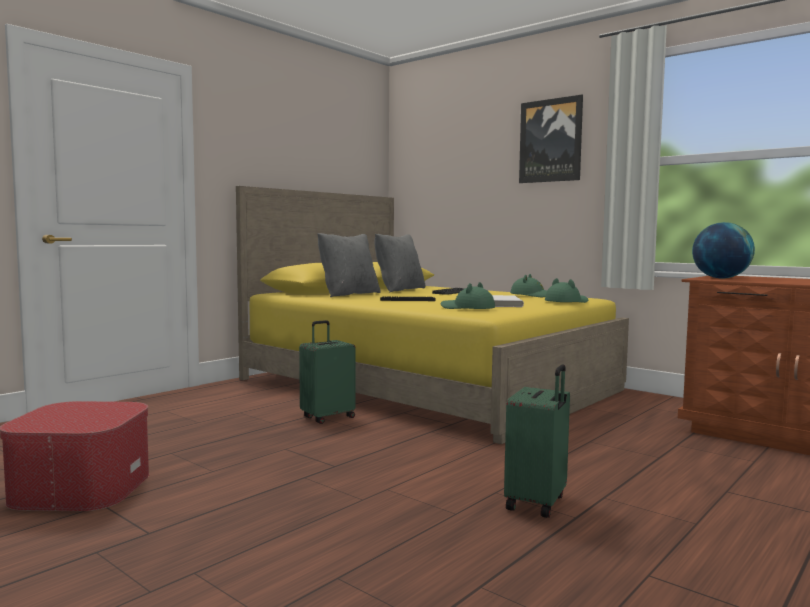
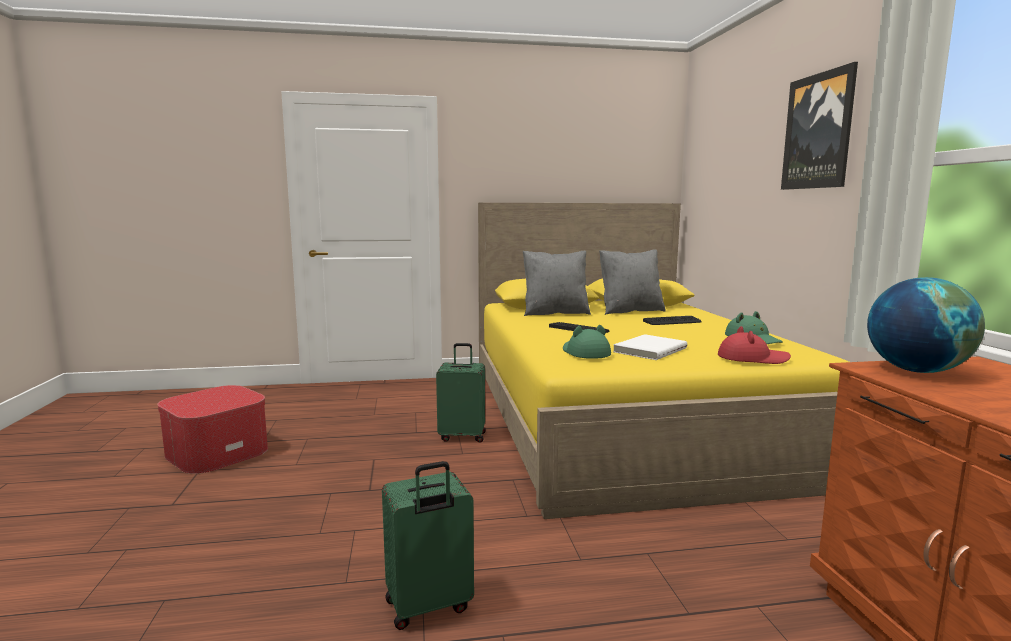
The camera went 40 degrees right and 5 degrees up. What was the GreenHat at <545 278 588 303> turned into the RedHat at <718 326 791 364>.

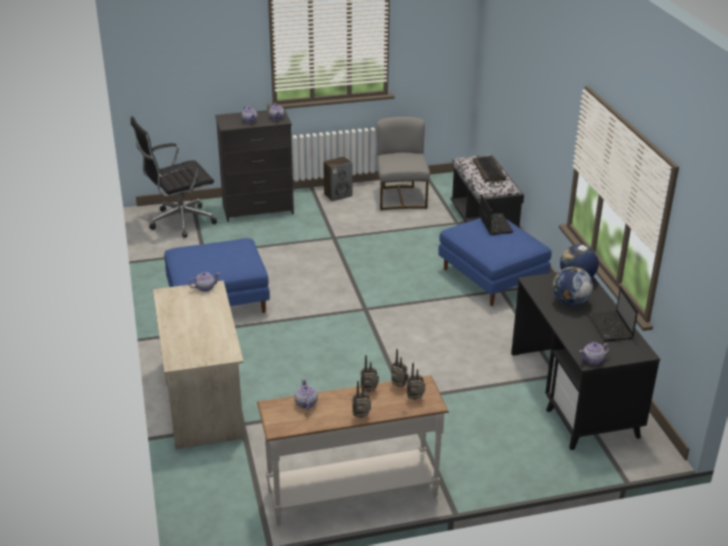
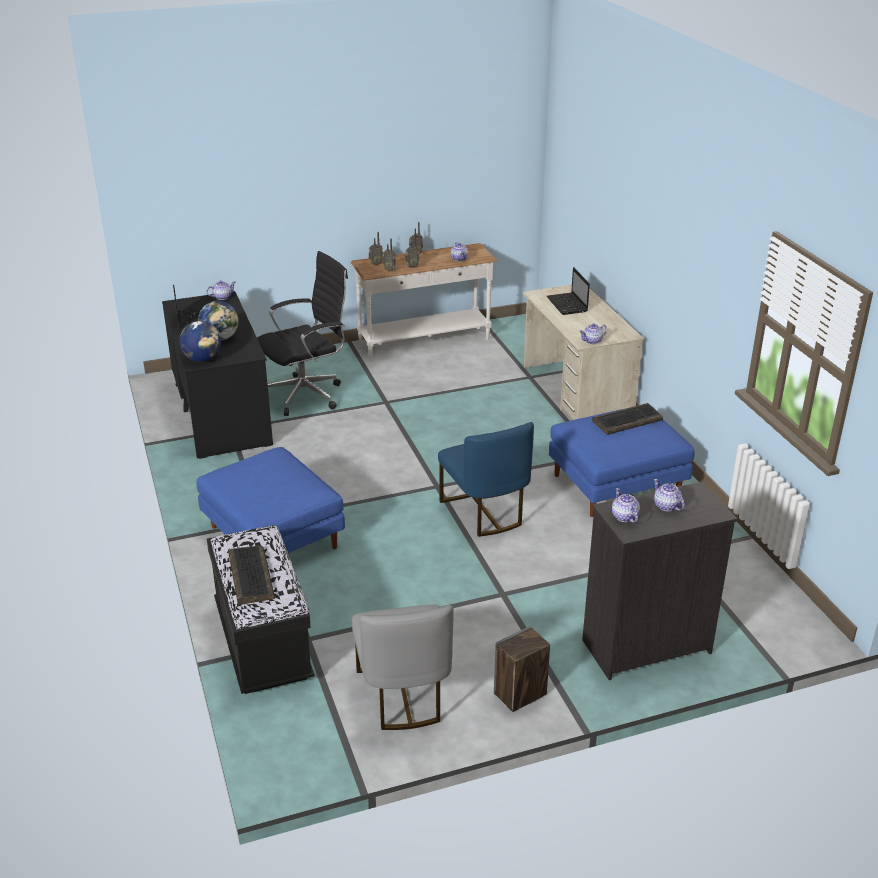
The camera went 175 degrees right and 0 degrees up. The second view gained the BlueChair at <438 422 534 537>. The second view gained the Keyboard at <592 403 663 435>. The BlackOfficeChair ended up elsewhere, having gone from <131 116 217 238> to <257 251 348 416>. The Laptop ended up elsewhere, having gone from <479 194 514 235> to <547 267 590 315>.

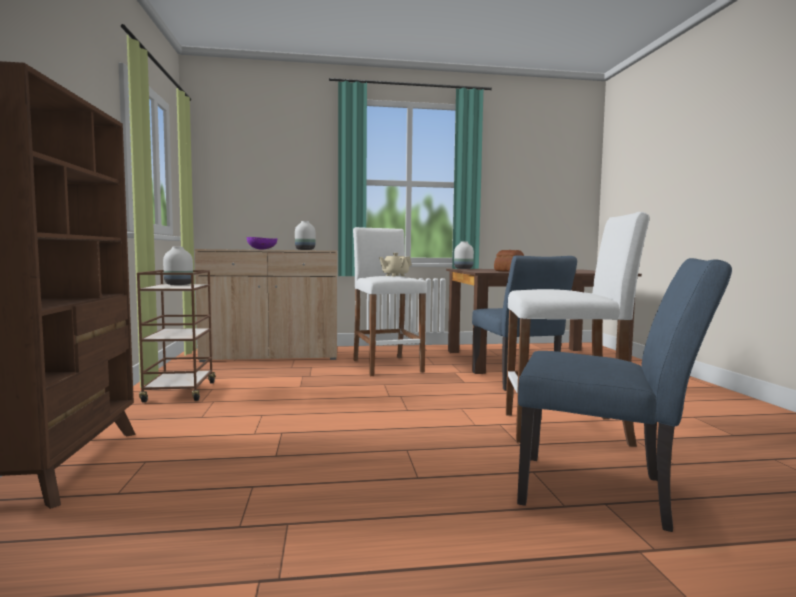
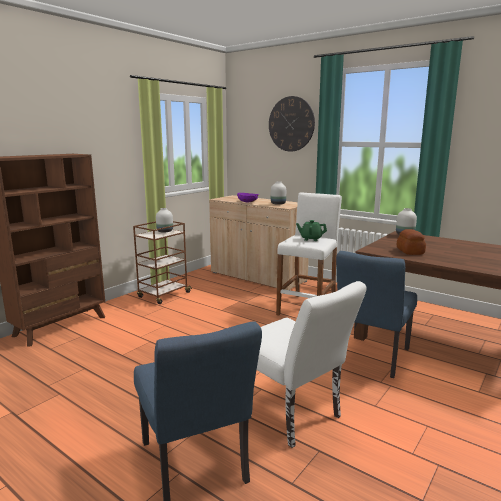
The camera went 45 degrees right and 10 degrees up. The second view gained the WallClock at <269 96 315 152>. Where the WhiteStool stood at <506 212 649 447>, the WhiteChair came to stand at <257 281 367 448>. What was the BeigeTeapot at <379 253 412 276> turned into the GreenTeapot at <296 220 327 241>.

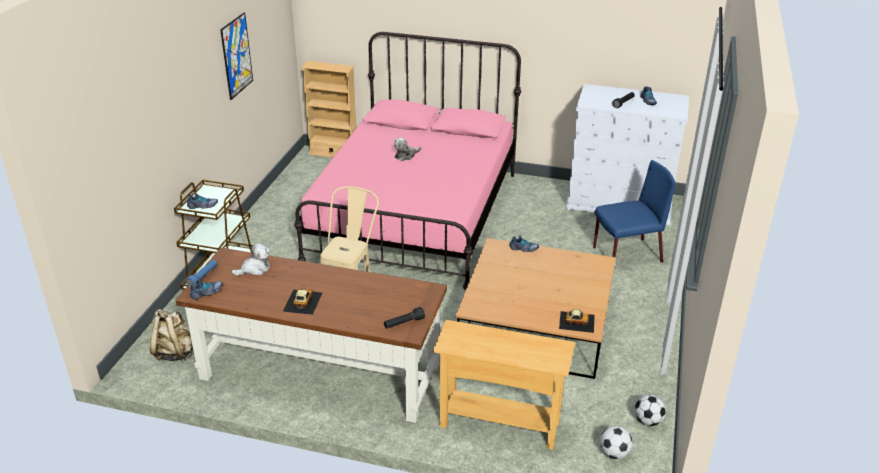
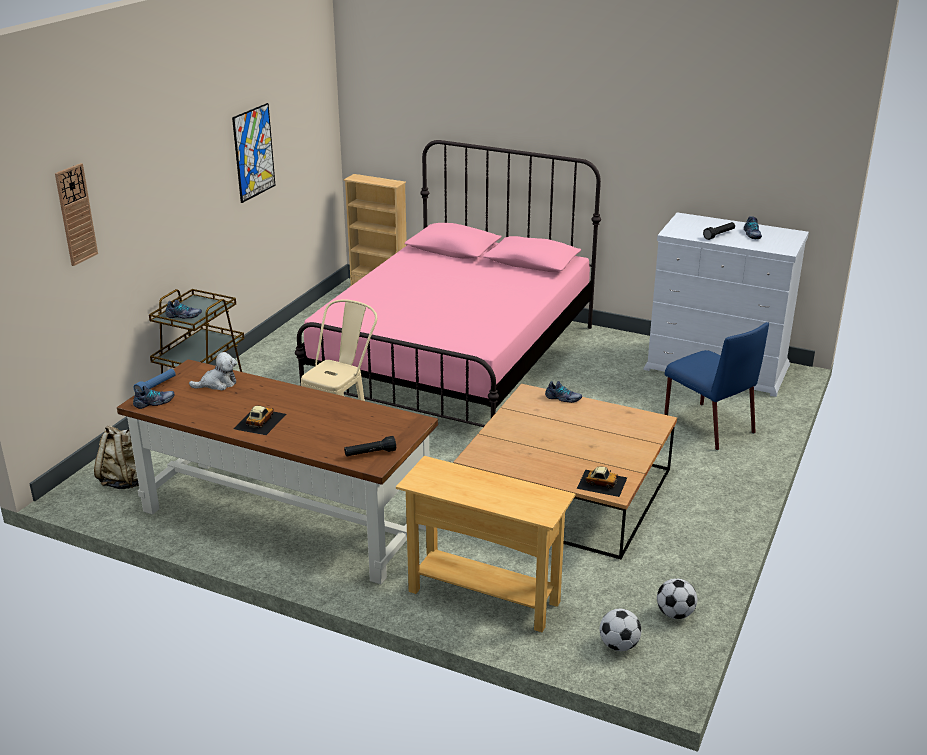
The camera went 10 degrees right and 5 degrees down. The second view lost the PlushToy at <394 138 421 161>. The second view gained the WallClock at <55 163 98 266>. The BlueChair at <593 160 675 263> ended up facing another way, 60 degrees clockwise from before.

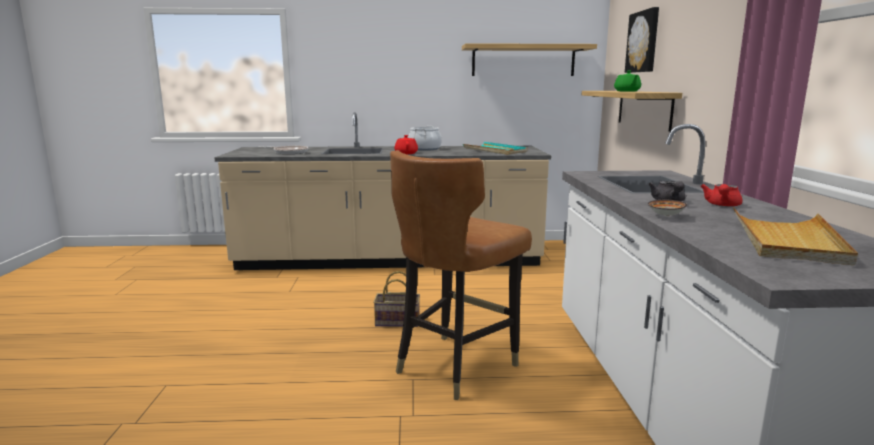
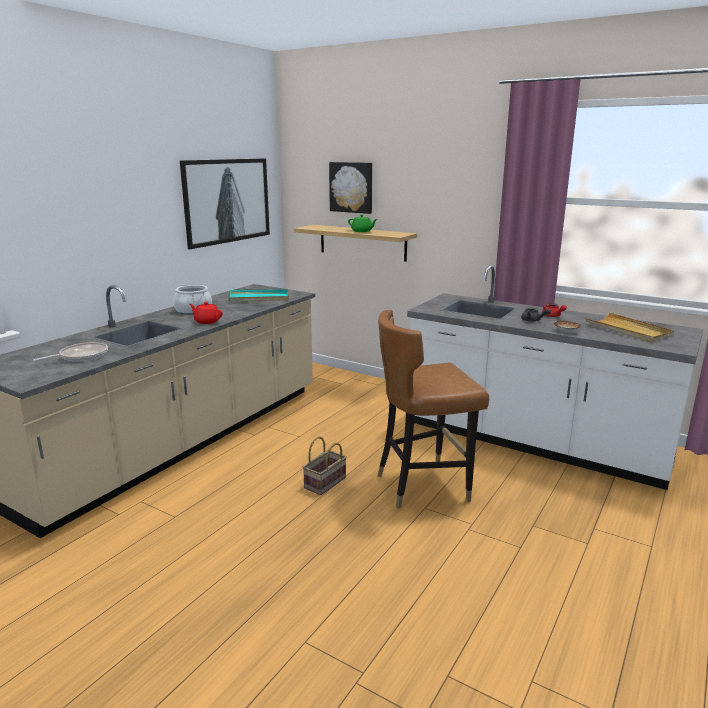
The camera went 55 degrees left and 5 degrees up. Where the Shelf hung at <462 43 597 76>, the Picture came to hang at <180 158 270 249>. The BrownChair at <390 150 532 400> ended up facing another way, 90 degrees clockwise from before.

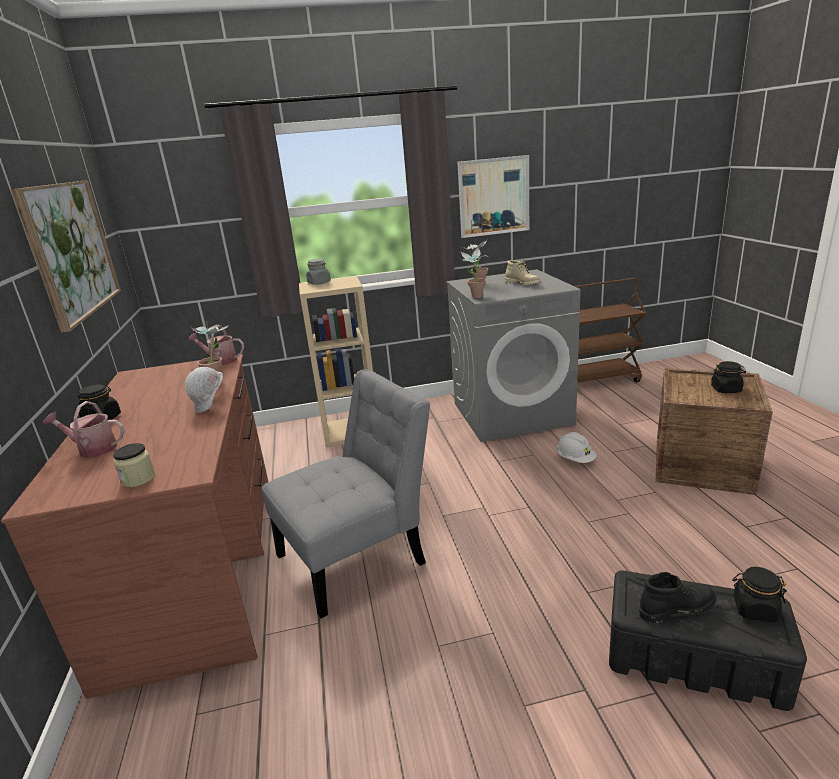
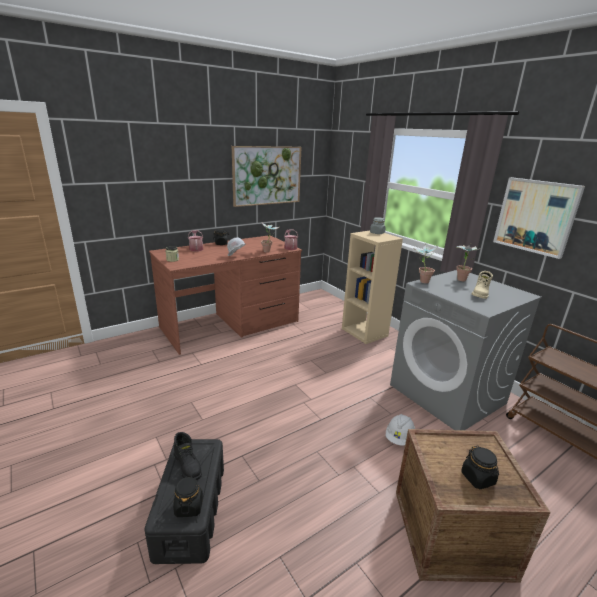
The camera went 65 degrees right and 0 degrees up. The second view lost the GreyChair at <262 369 430 618>.

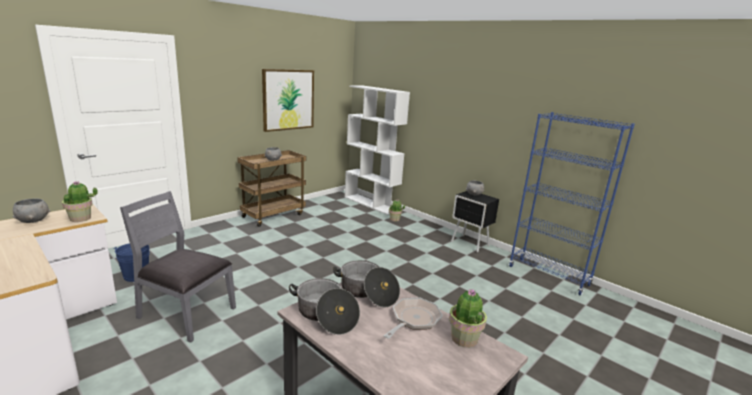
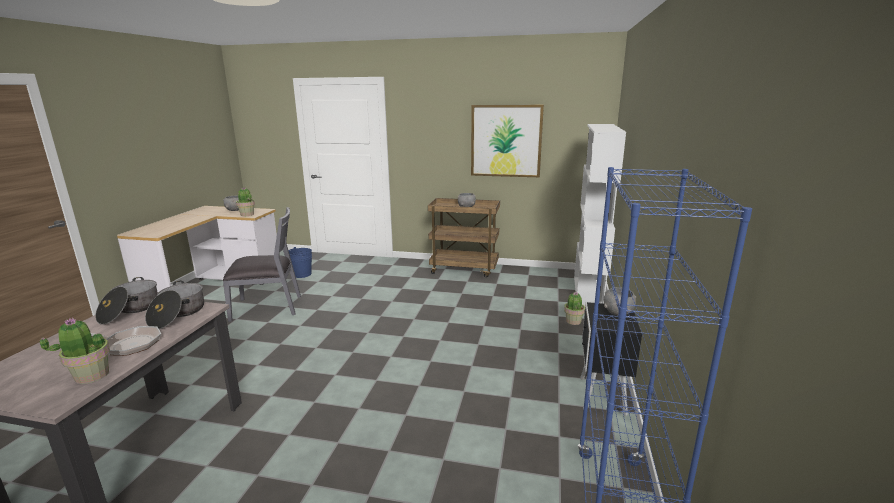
The camera went 60 degrees right and 0 degrees up. The GreyChair at <120 191 236 343> ended up facing another way, 90 degrees clockwise from before.

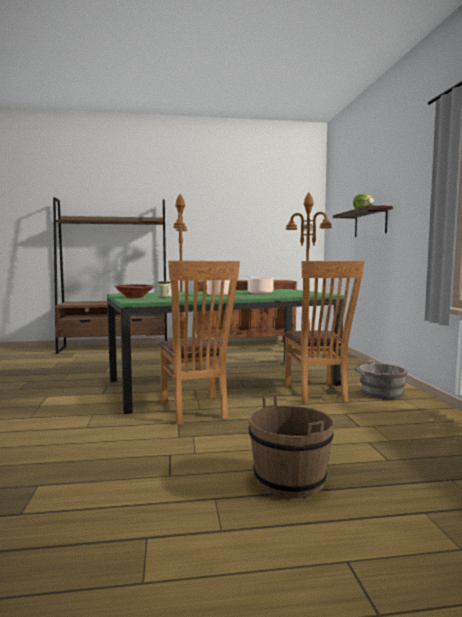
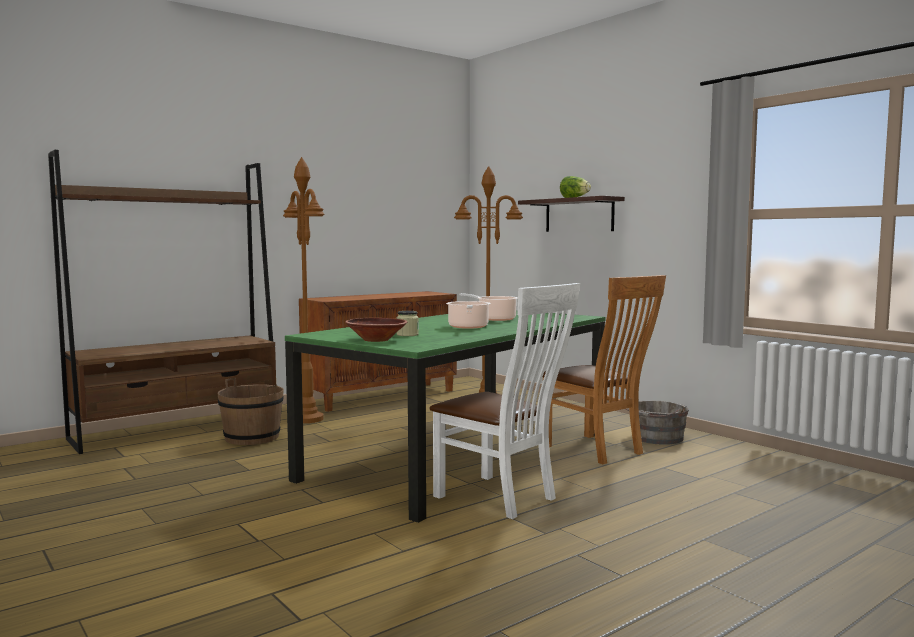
The camera went 30 degrees left and 0 degrees up. The BrownBucket ended up elsewhere, having gone from <248 395 334 498> to <218 378 284 445>. What was the BrownChair at <158 261 240 424> turned into the WhiteChair at <429 283 580 519>.

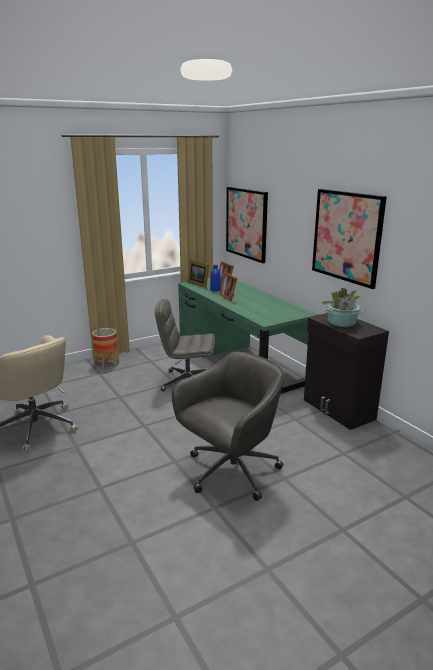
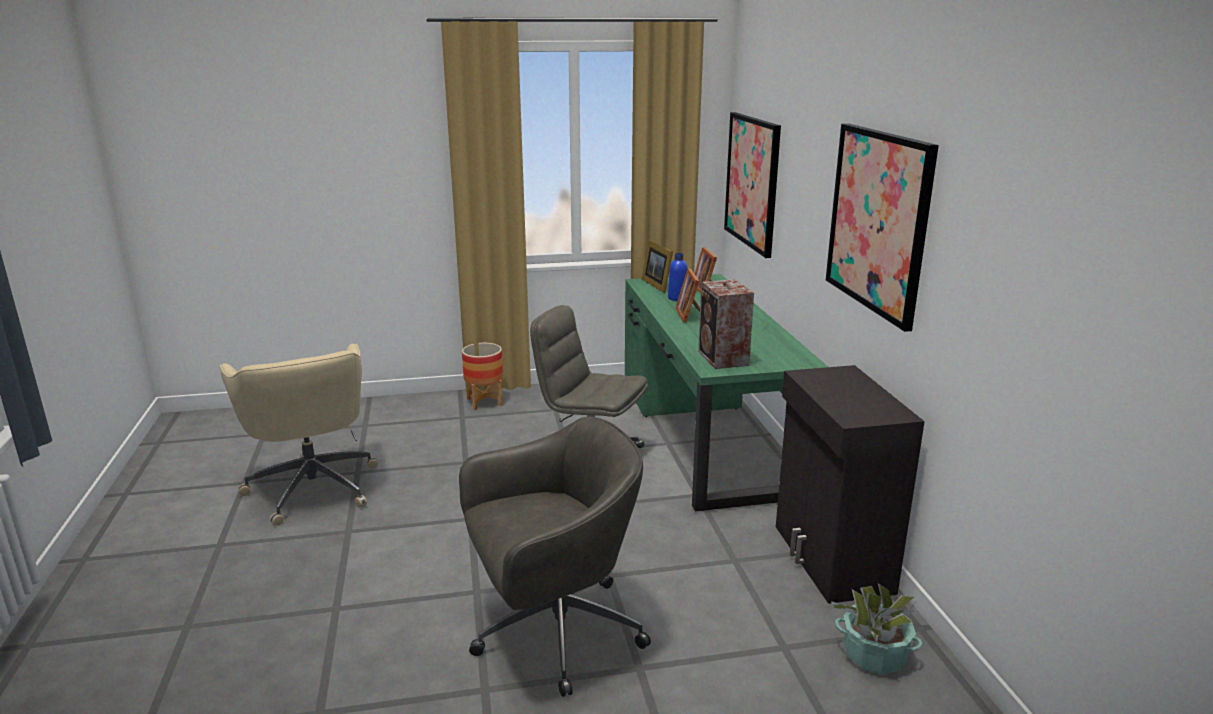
The camera went 20 degrees right and 0 degrees up. The second view gained the Speaker at <698 279 754 369>. The PottedPlant ended up elsewhere, having gone from <321 288 363 327> to <831 583 923 674>.

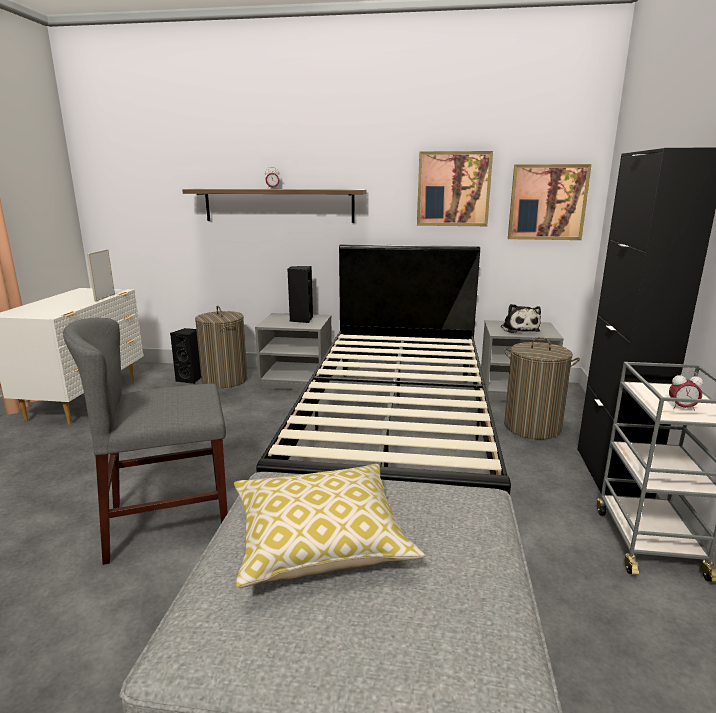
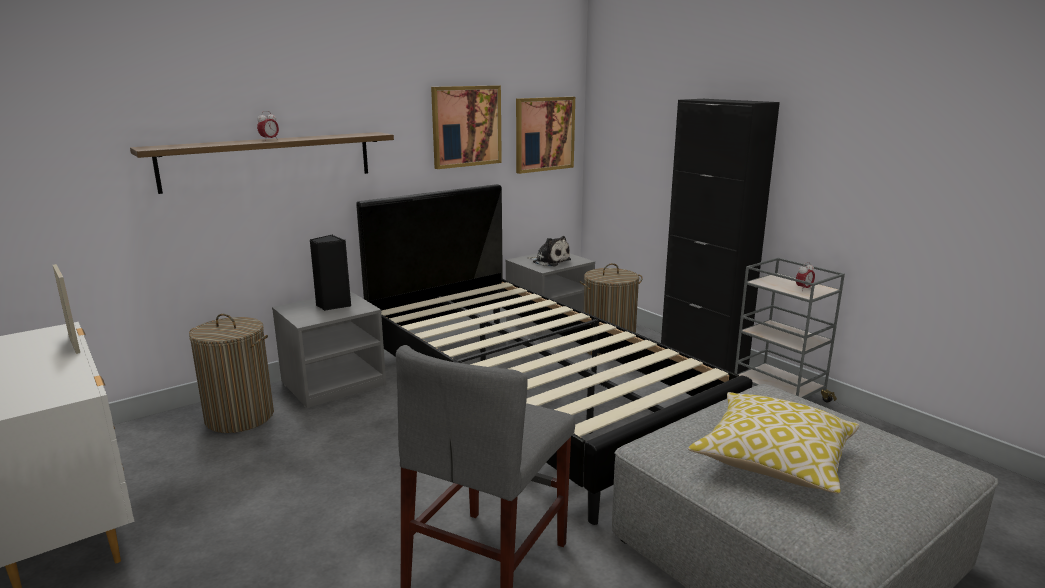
The camera went 45 degrees left and 0 degrees up. The second view lost the BlackSpeaker at <170 328 201 384>.

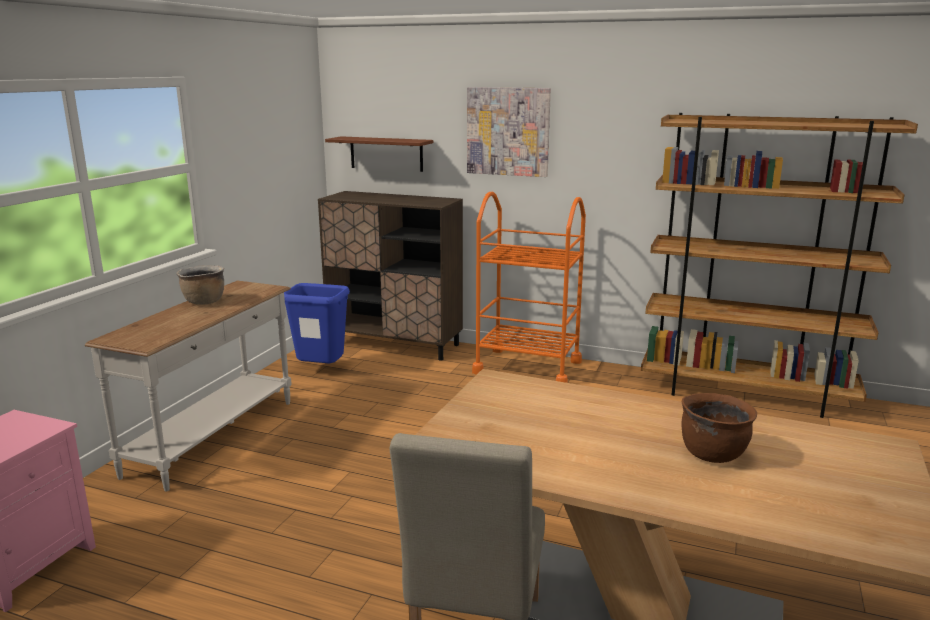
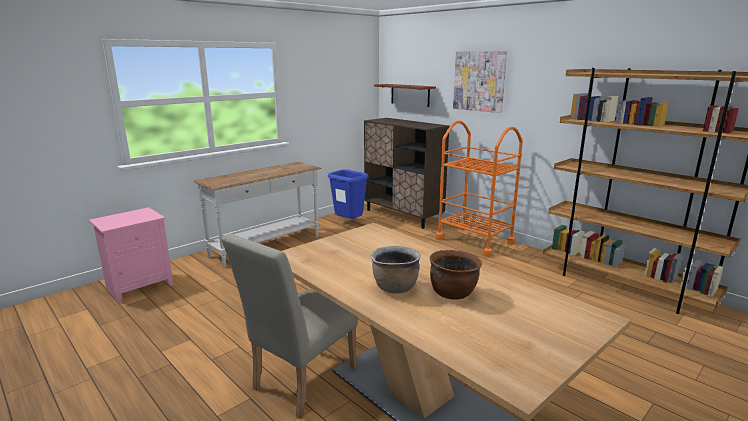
The camera went 25 degrees right and 0 degrees up. The BrownCookingPot ended up elsewhere, having gone from <177 265 224 305> to <371 246 421 294>.

